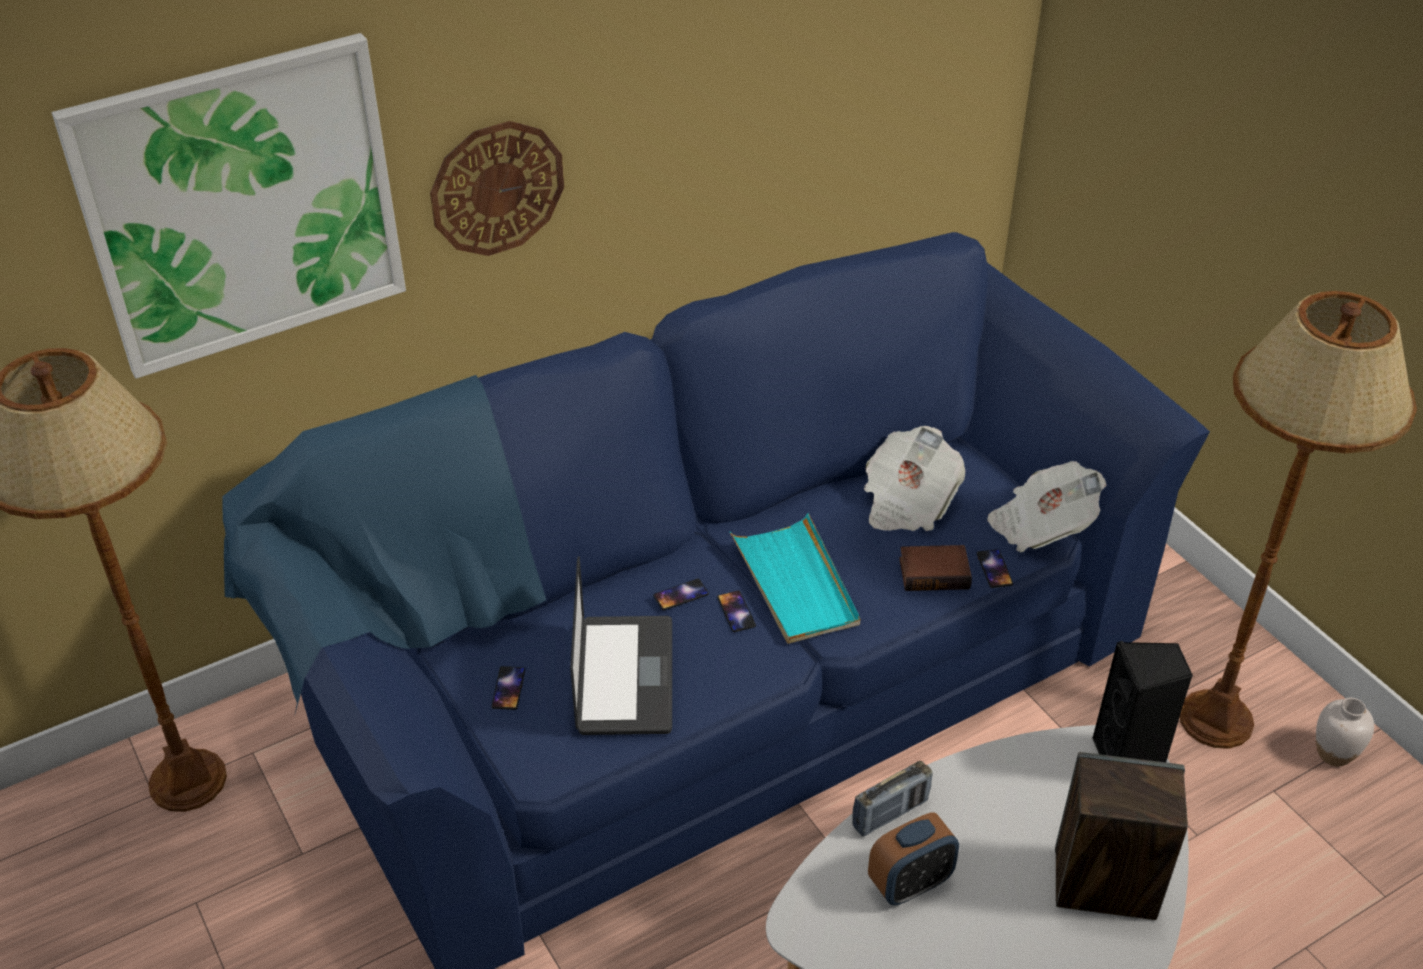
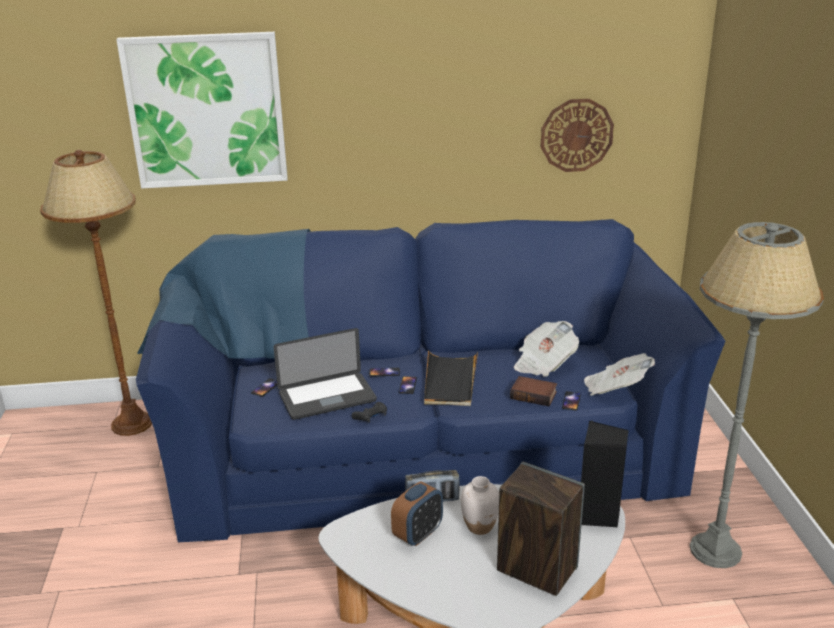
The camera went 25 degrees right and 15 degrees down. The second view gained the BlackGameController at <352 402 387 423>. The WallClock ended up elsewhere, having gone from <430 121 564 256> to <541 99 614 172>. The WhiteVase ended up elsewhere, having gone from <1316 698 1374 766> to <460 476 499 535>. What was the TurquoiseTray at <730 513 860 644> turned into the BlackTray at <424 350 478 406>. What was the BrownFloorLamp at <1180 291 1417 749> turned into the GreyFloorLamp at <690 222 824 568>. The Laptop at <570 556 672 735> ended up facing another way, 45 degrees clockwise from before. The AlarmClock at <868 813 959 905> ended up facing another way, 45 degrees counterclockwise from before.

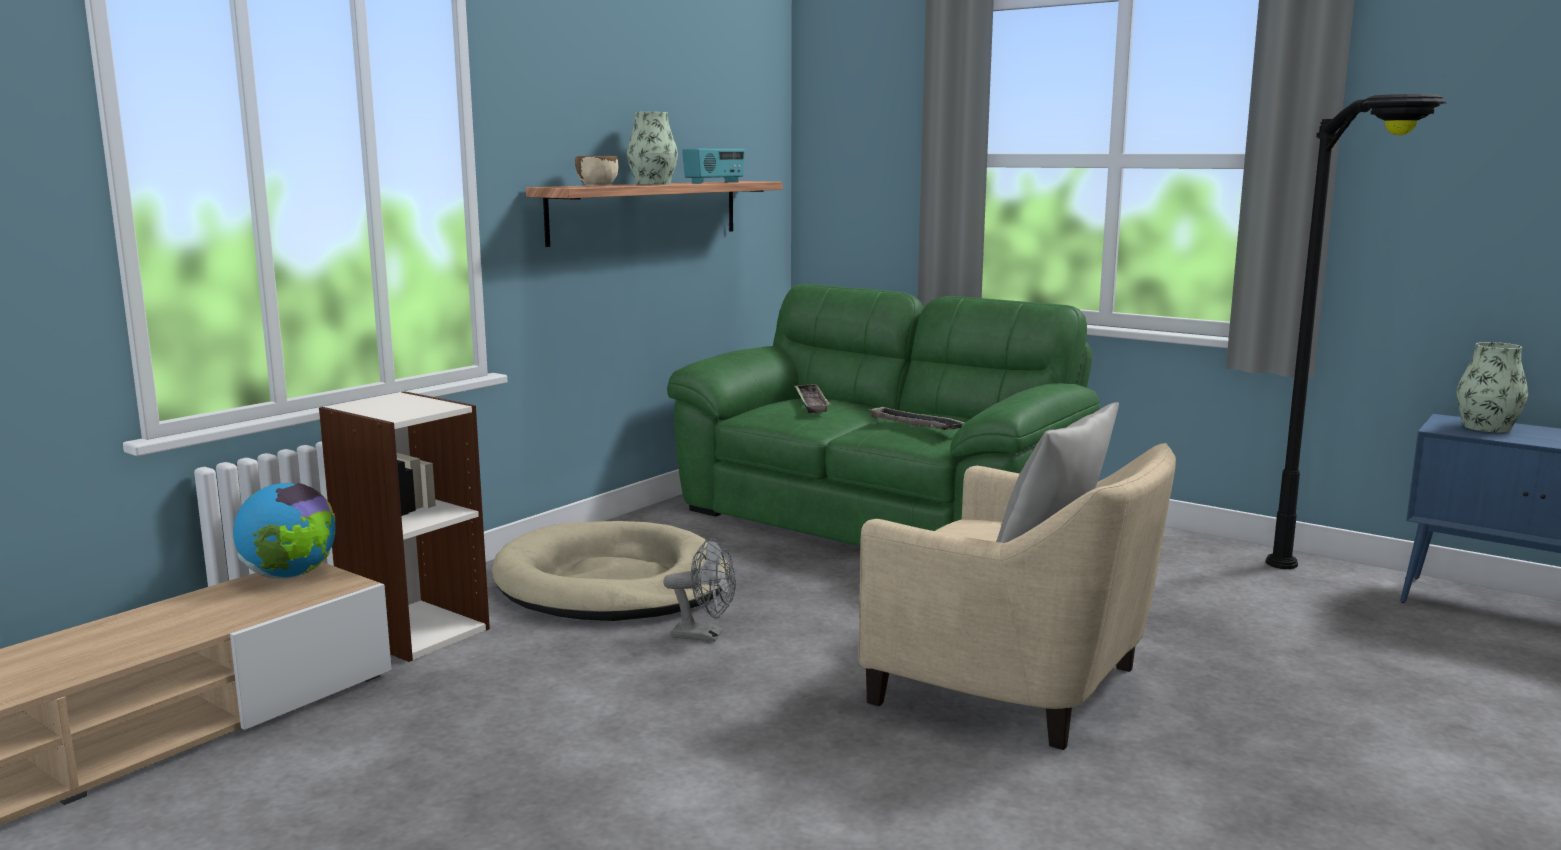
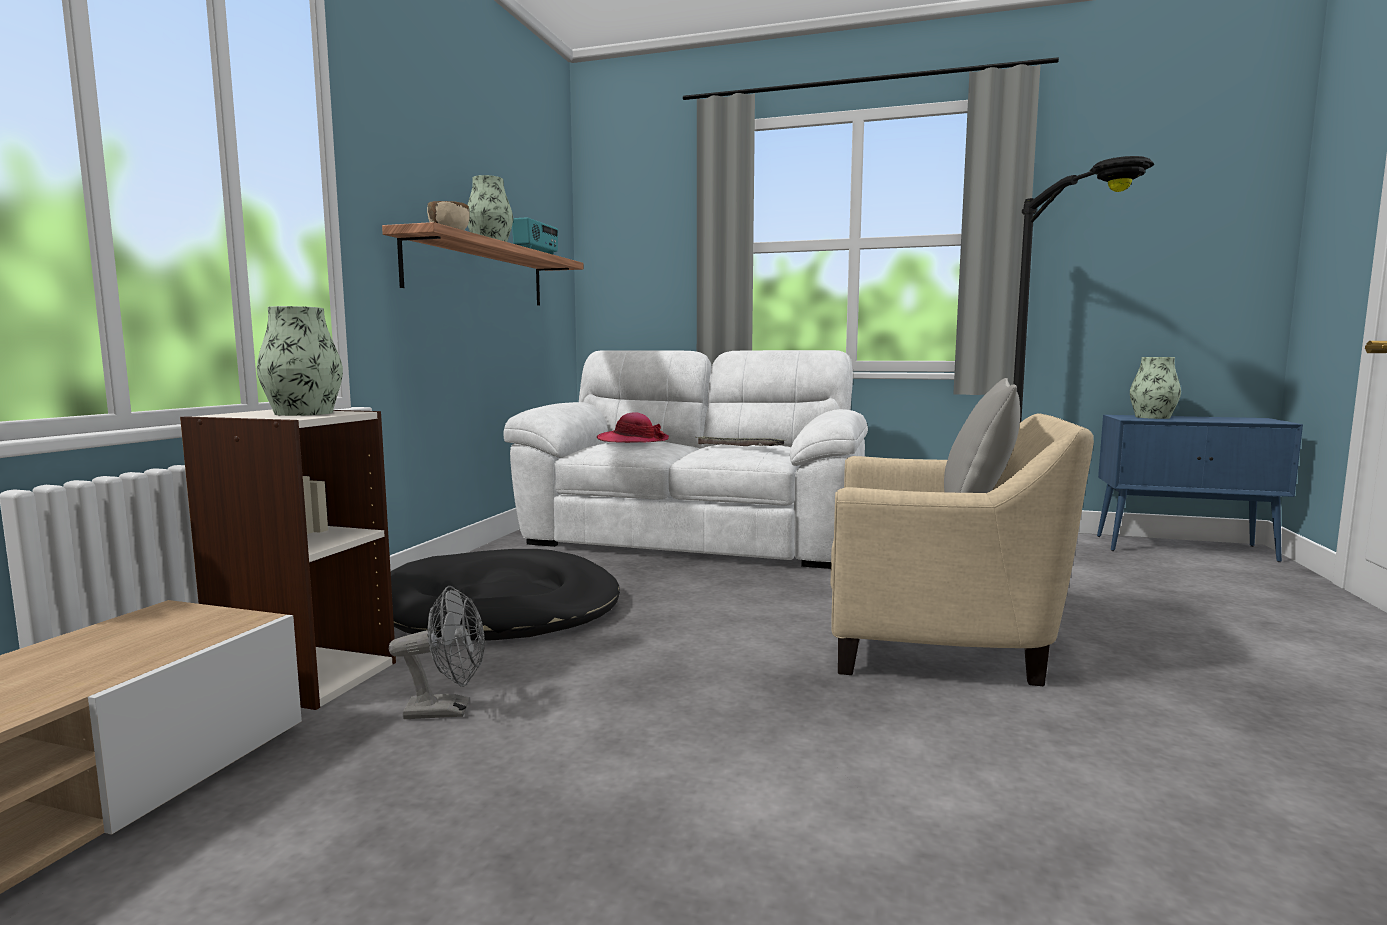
The camera went 20 degrees left and 5 degrees down. The second view lost the Globe at <233 483 336 579>. The second view gained the Vase at <257 306 343 416>. The GreyFan ended up elsewhere, having gone from <663 538 736 642> to <389 586 485 719>. Where the Tray stood at <794 384 831 413>, the Hat came to stand at <597 413 669 443>. What was the BeigeDogBed at <492 521 729 621> turned into the BlackDogBed at <391 549 620 641>. What was the GreenSofa at <667 284 1100 546> turned into the WhiteSofa at <503 350 868 569>.

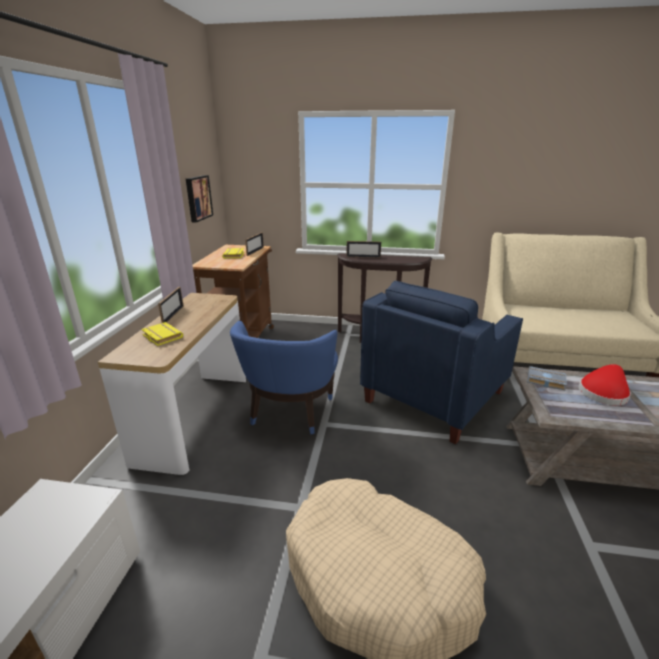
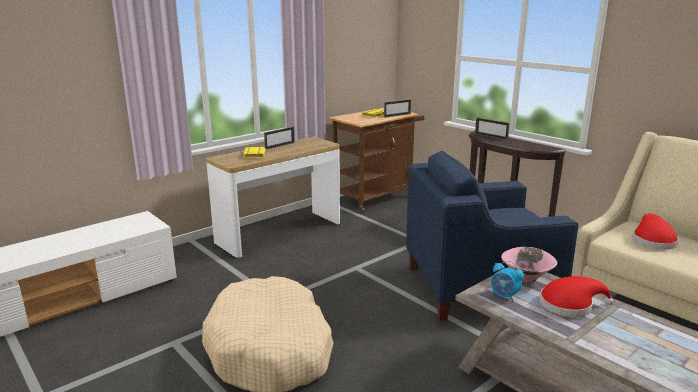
The camera went 40 degrees right and 5 degrees down. The second view lost the Picture at <186 175 213 222>. The second view lost the BlueArmchair at <230 320 338 434>. The second view gained the AlarmClock at <491 261 524 302>. The second view gained the RedHat at <633 213 679 250>. Where the GreyBook stood at <527 366 567 390>, the PinkBowl came to stand at <501 247 557 282>.

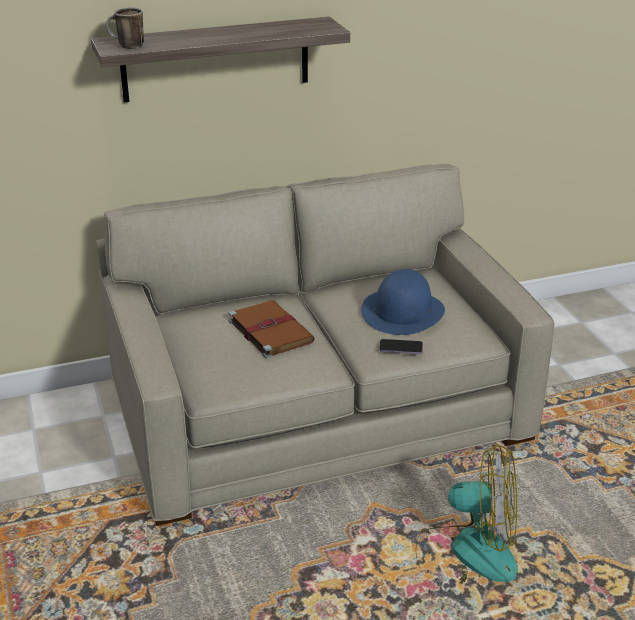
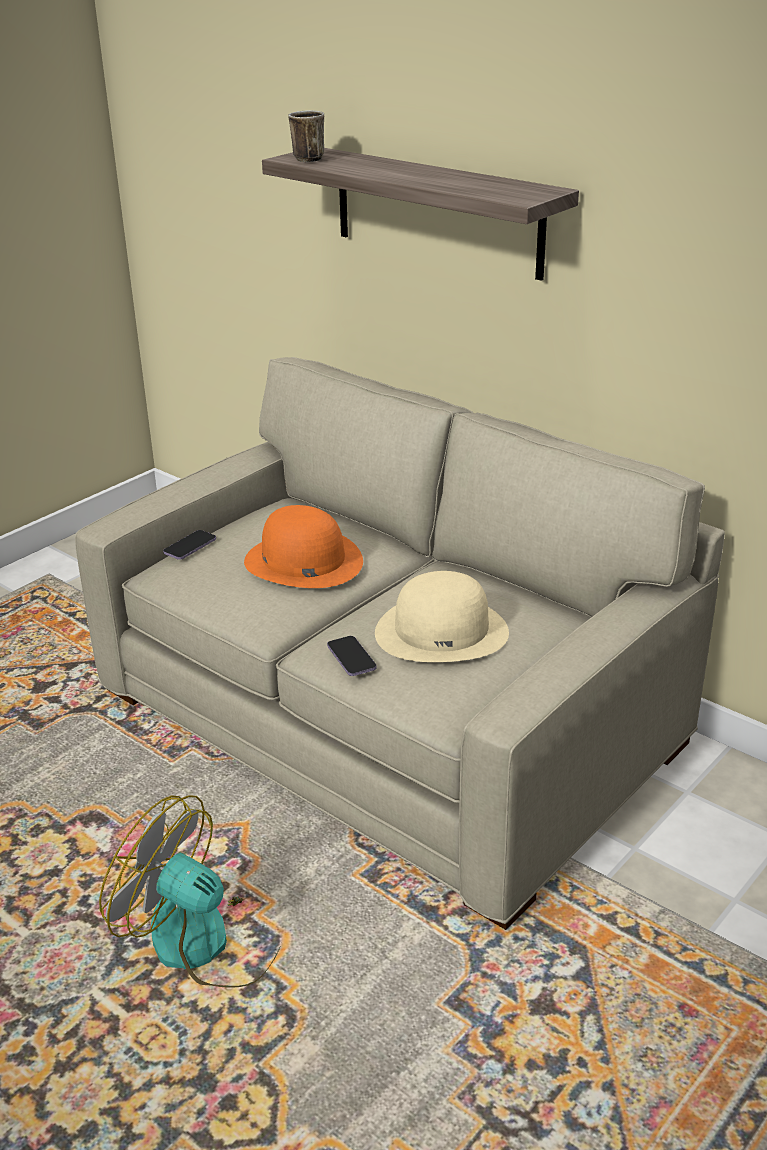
The camera went 60 degrees right and 0 degrees up. The second view gained the Phone at <163 530 216 560>. Where the BrownBook stood at <228 300 315 358>, the OrangeHat came to stand at <244 505 363 588>. What was the BlueHat at <361 269 445 335> turned into the BeigeHat at <375 571 509 662>. The Fan at <416 444 518 584> ended up facing another way, 135 degrees clockwise from before.

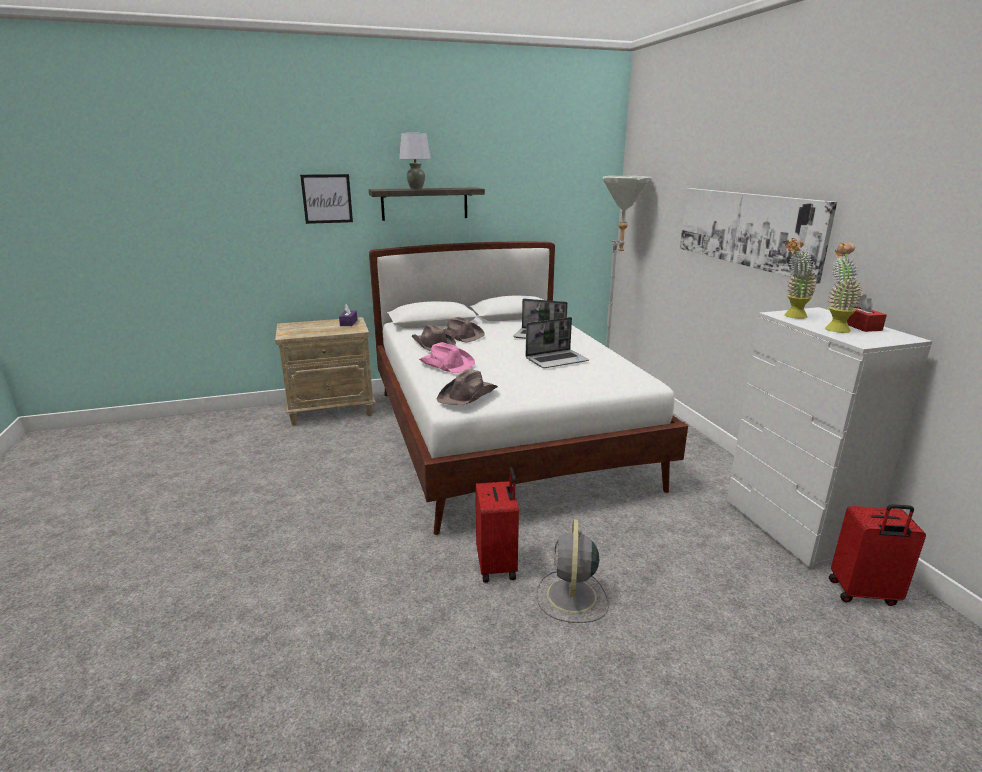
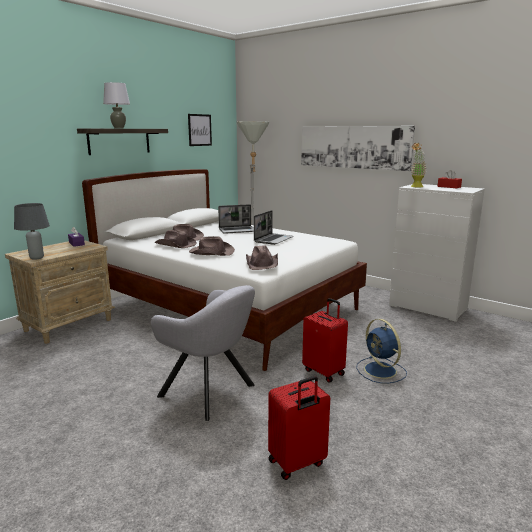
The camera went 35 degrees left and 5 degrees down. The second view lost the PottedPlant at <825 243 862 333>. The second view gained the GreyTableLamp at <14 203 50 260>. The second view gained the GreyArmchair at <151 285 255 421>. The Picture ended up elsewhere, having gone from <300 174 353 224> to <188 114 212 146>. The RedSuitcase ended up elsewhere, having gone from <829 504 926 606> to <268 376 330 480>. What was the PinkHat at <419 342 475 373> turned into the BrownHat at <189 236 235 256>. What was the GreyFan at <536 519 609 623> turned into the BlueFan at <356 319 407 383>.

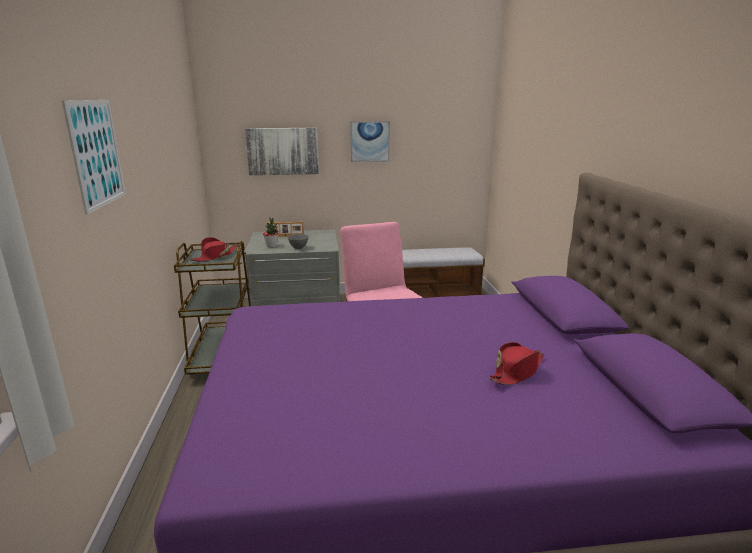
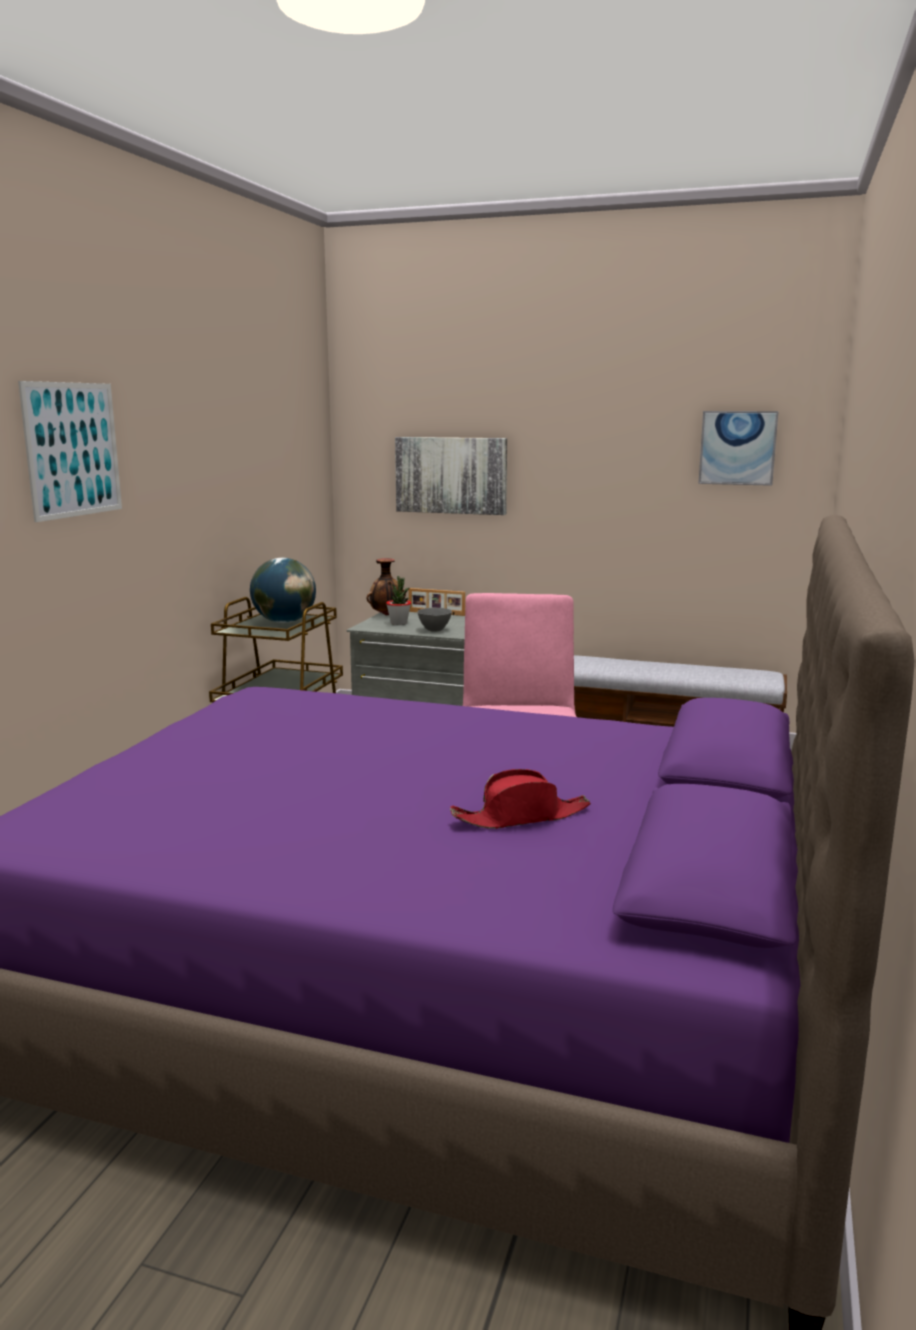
The camera went 25 degrees right and 5 degrees down. The second view gained the Vase at <367 558 406 615>. The Picture ended up elsewhere, having gone from <350 121 390 162> to <698 411 779 486>. Where the RedHat stood at <190 237 238 261>, the Globe came to stand at <250 558 316 623>.

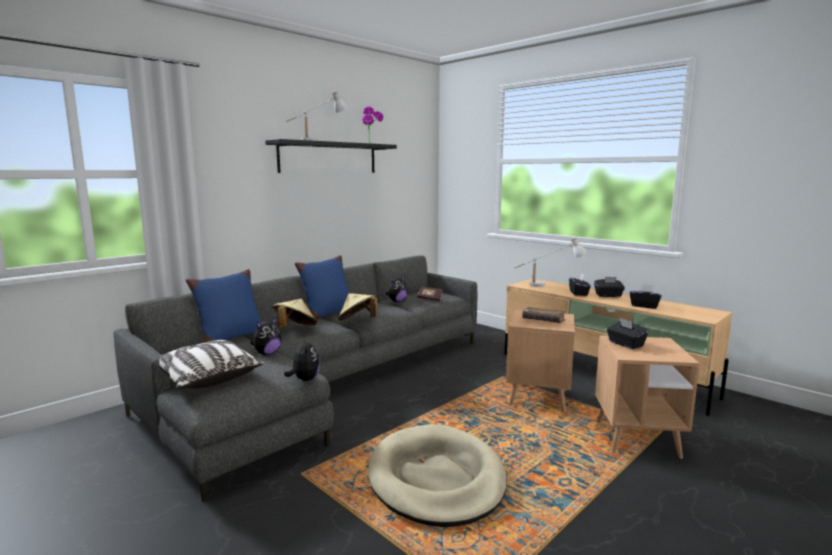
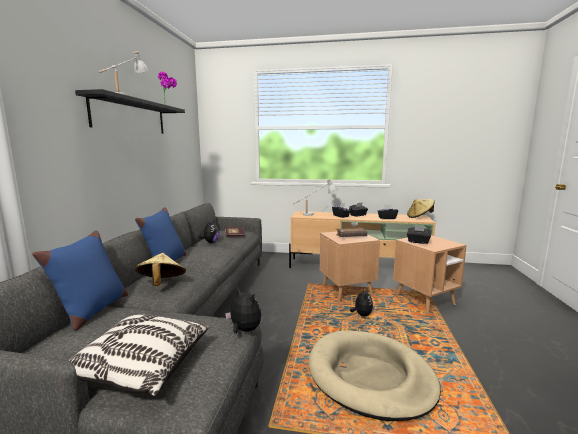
The camera went 35 degrees left and 0 degrees up. The PlushToy ended up elsewhere, having gone from <250 317 282 355> to <350 289 373 317>. The BeigeHat ended up elsewhere, having gone from <338 293 377 321> to <407 199 435 218>.

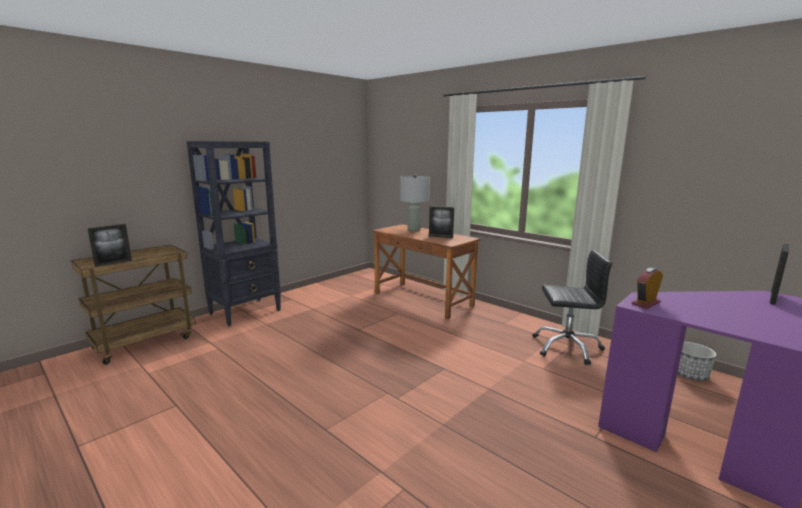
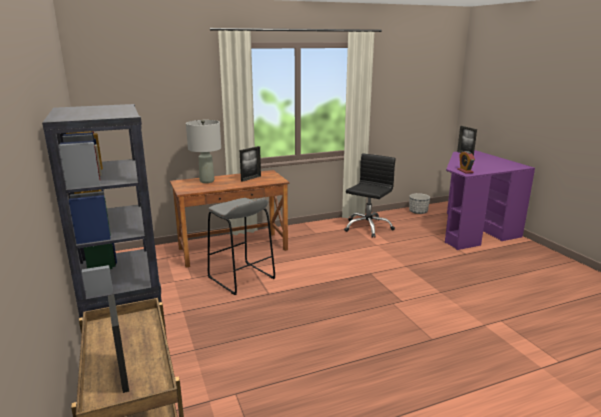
The camera went 65 degrees left and 5 degrees up. The second view gained the GreyStool at <208 198 275 295>.

